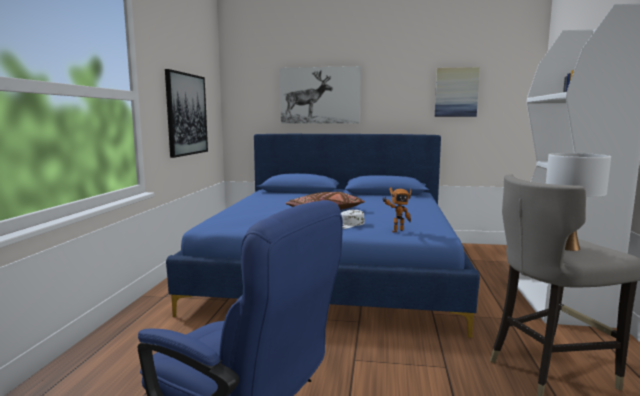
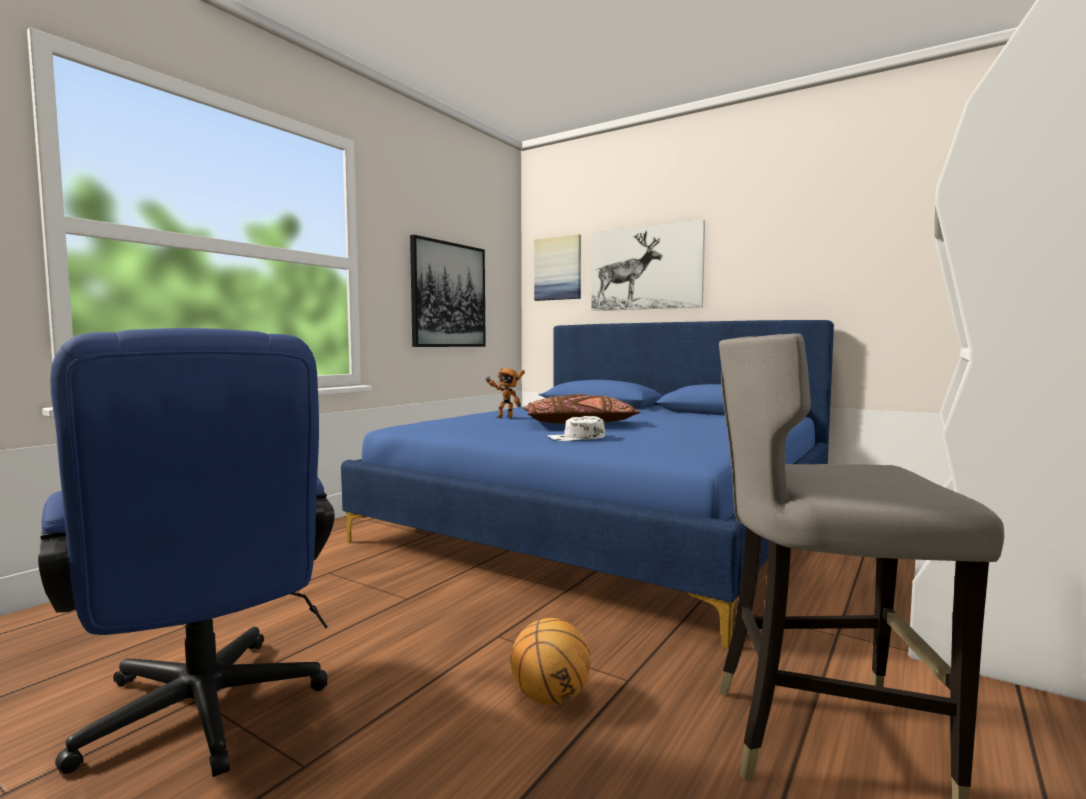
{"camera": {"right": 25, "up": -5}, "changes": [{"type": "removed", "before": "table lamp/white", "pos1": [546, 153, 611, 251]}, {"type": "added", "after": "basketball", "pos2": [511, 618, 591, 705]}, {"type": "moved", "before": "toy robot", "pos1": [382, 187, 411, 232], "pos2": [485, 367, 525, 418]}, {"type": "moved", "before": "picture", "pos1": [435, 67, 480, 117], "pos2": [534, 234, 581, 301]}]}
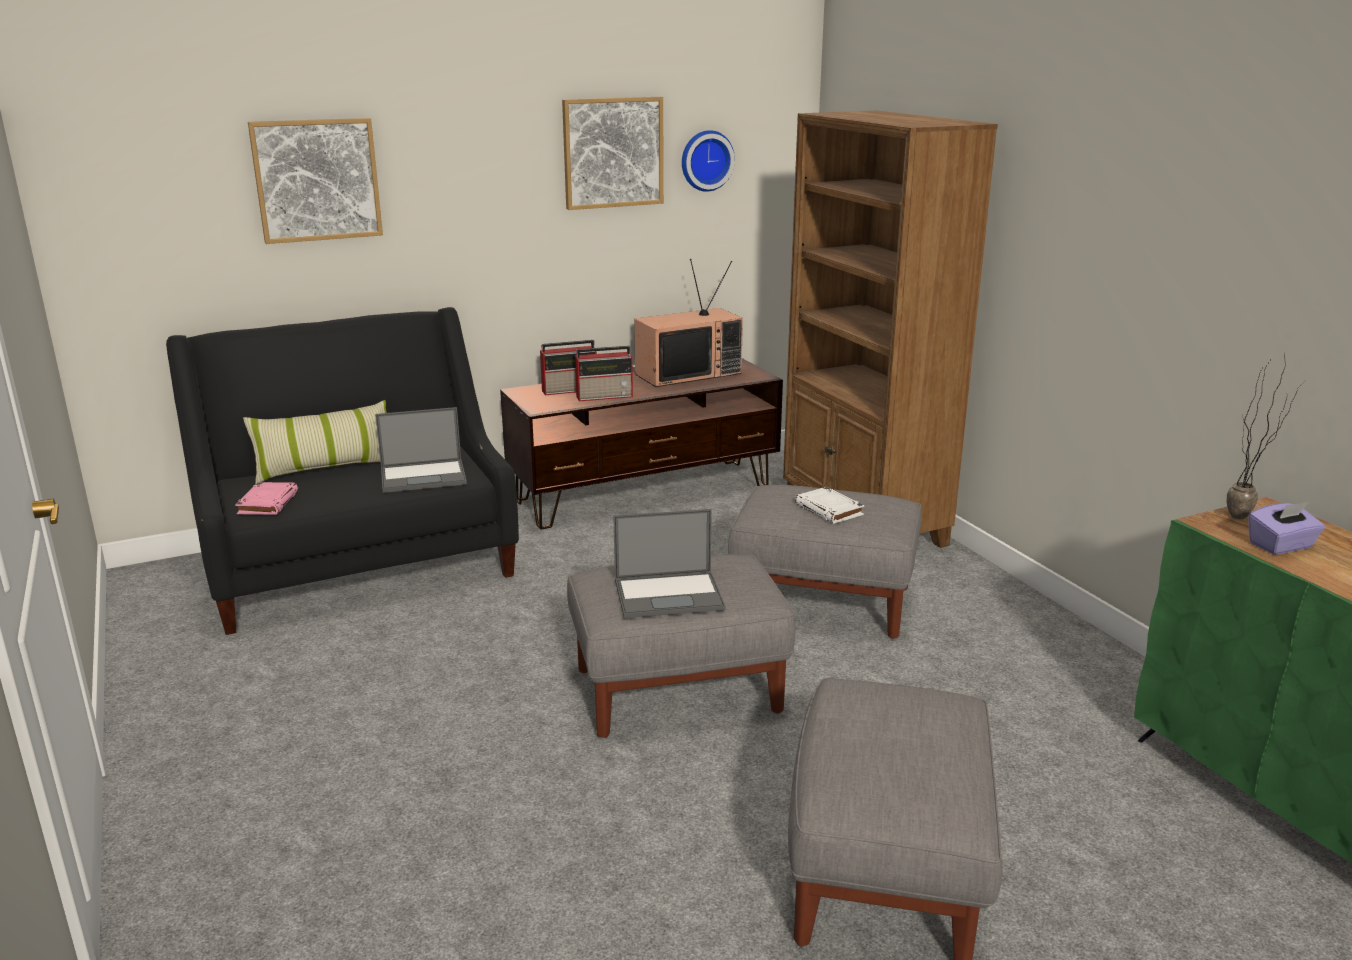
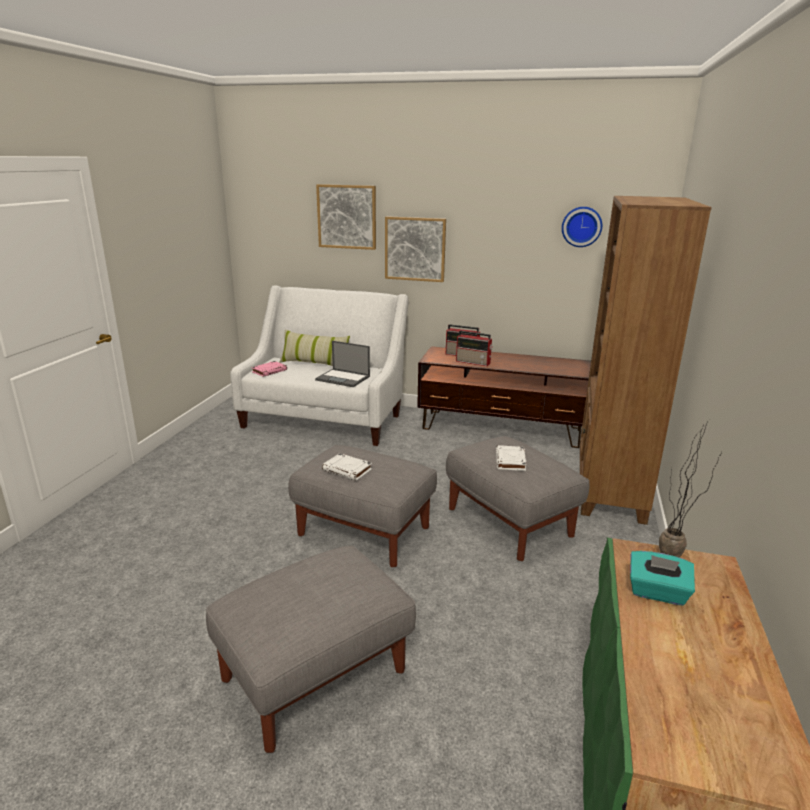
{"camera": {"right": 40, "up": 0}, "changes": [{"type": "removed", "before": "television", "pos1": [634, 259, 743, 387]}, {"type": "moved", "before": "picture", "pos1": [562, 97, 664, 210], "pos2": [385, 216, 446, 282]}, {"type": "replaced", "before": "laptop", "after": "book/white", "pos1": [613, 509, 726, 618], "pos2": [322, 453, 372, 481]}, {"type": "recoloured", "before": "sofa/black", "after": "sofa/white", "pos1": [166, 307, 519, 635], "pos2": [230, 285, 409, 446]}, {"type": "recoloured", "before": "tissue box/purple", "after": "tissue box/turquoise", "pos1": [1249, 502, 1325, 555], "pos2": [630, 551, 695, 606]}]}
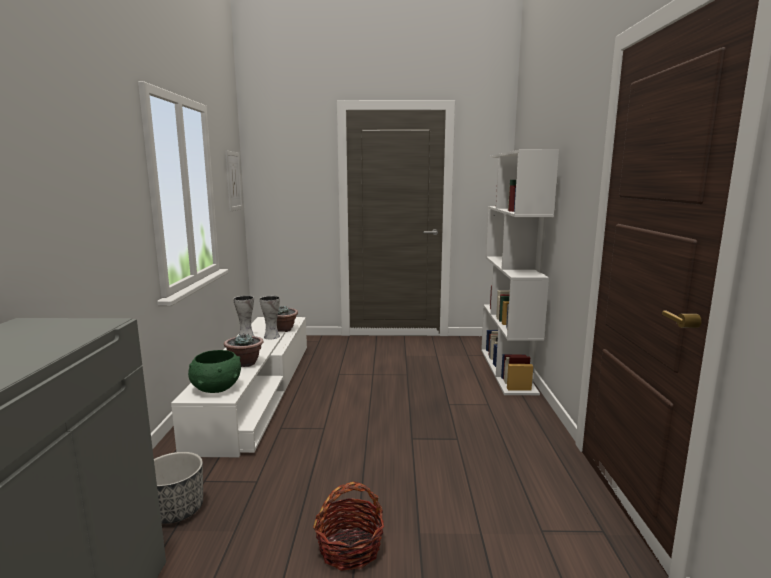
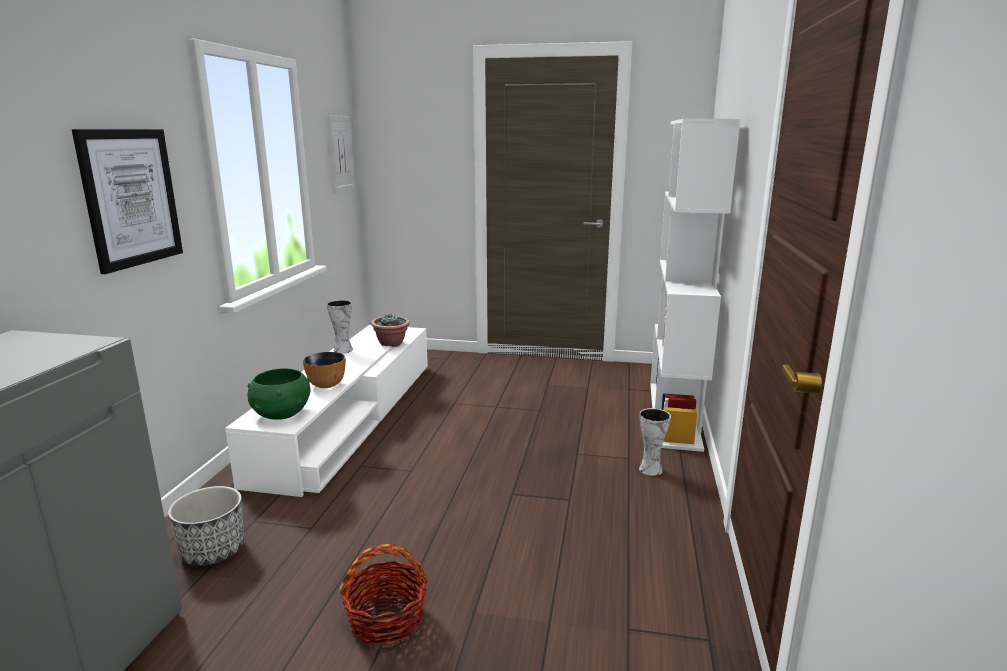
{"camera": {"right": 10, "up": 5}, "changes": [{"type": "added", "after": "picture", "pos2": [72, 129, 183, 274]}, {"type": "moved", "before": "vase", "pos1": [259, 296, 280, 339], "pos2": [639, 408, 671, 476]}, {"type": "replaced", "before": "potted plant", "after": "bowl", "pos1": [224, 333, 263, 367], "pos2": [303, 352, 346, 388]}]}
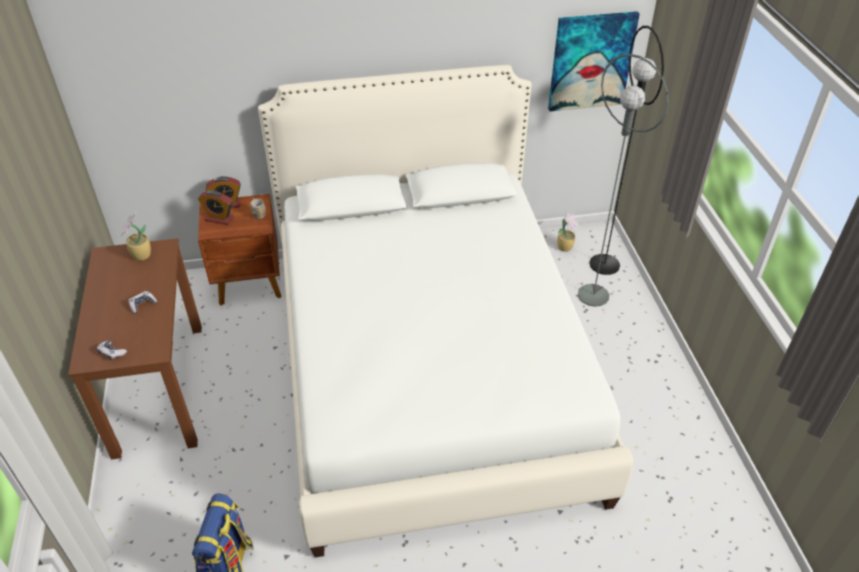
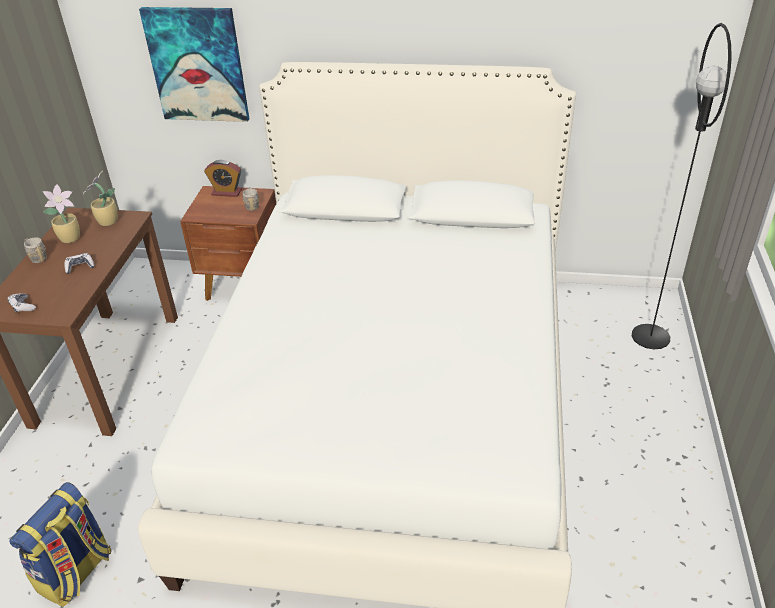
{"camera": {"right": 20, "up": -5}, "changes": [{"type": "removed", "before": "alarm clock", "pos1": [198, 190, 234, 225]}, {"type": "removed", "before": "floor lamp/grey", "pos1": [578, 54, 669, 307]}, {"type": "added", "after": "mug/grey", "pos2": [24, 237, 47, 263]}, {"type": "moved", "before": "picture", "pos1": [548, 11, 640, 111], "pos2": [139, 7, 249, 122]}, {"type": "moved", "before": "potted plant", "pos1": [557, 211, 578, 252], "pos2": [42, 184, 80, 243]}]}
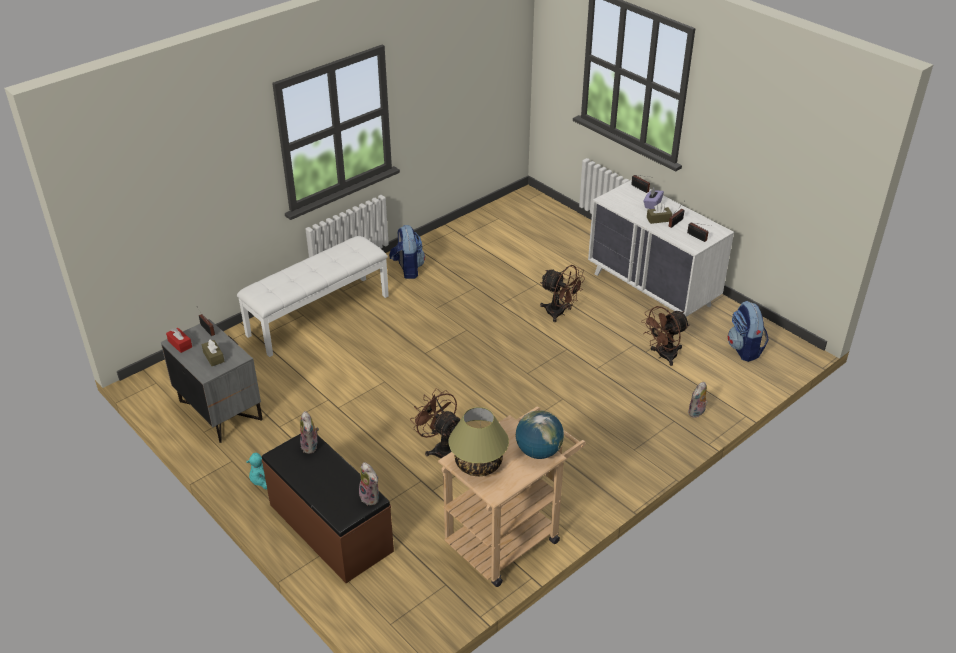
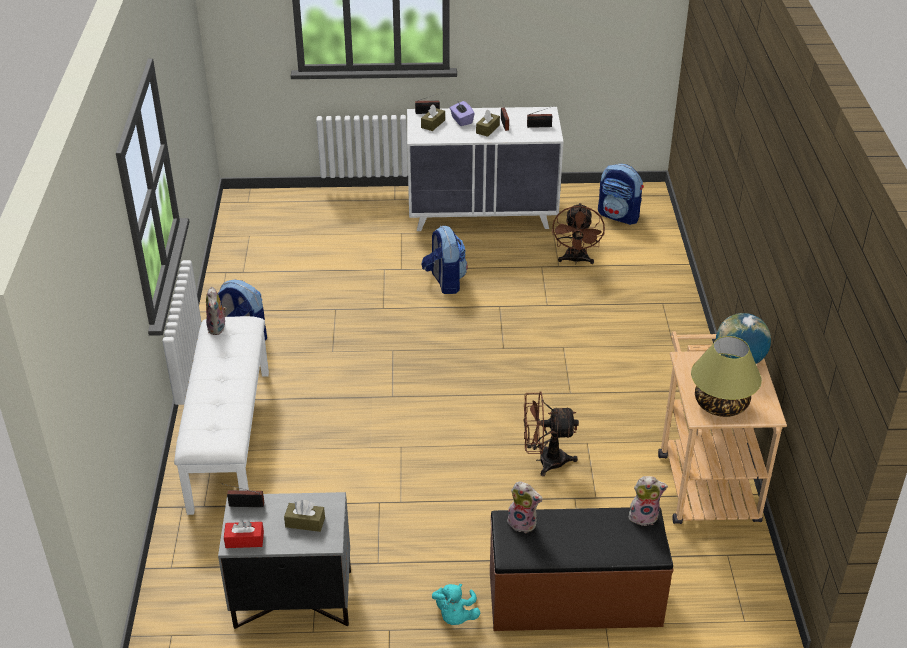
{"camera": {"right": -50, "up": 0}, "changes": [{"type": "added", "after": "tissue box/brown", "pos2": [421, 104, 445, 131]}, {"type": "moved", "before": "plush toy", "pos1": [688, 382, 708, 418], "pos2": [206, 287, 227, 335]}, {"type": "replaced", "before": "fan/brown", "after": "backpack", "pos1": [540, 265, 585, 322], "pos2": [421, 226, 468, 294]}]}
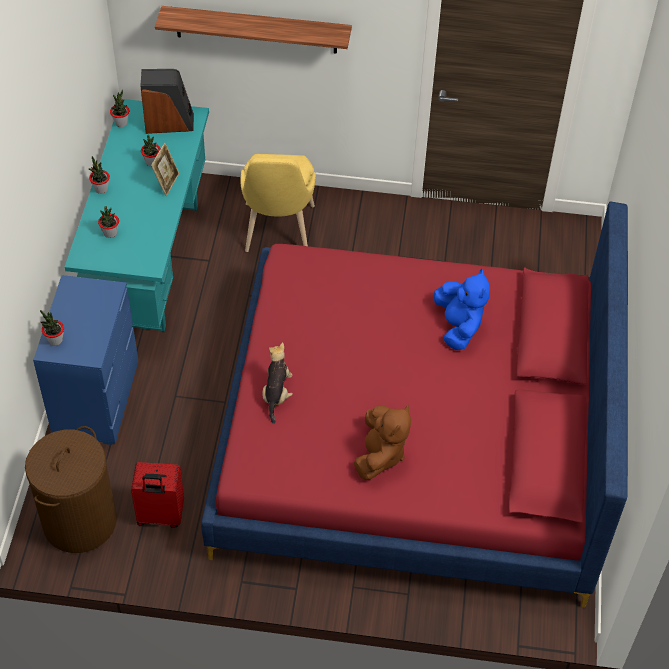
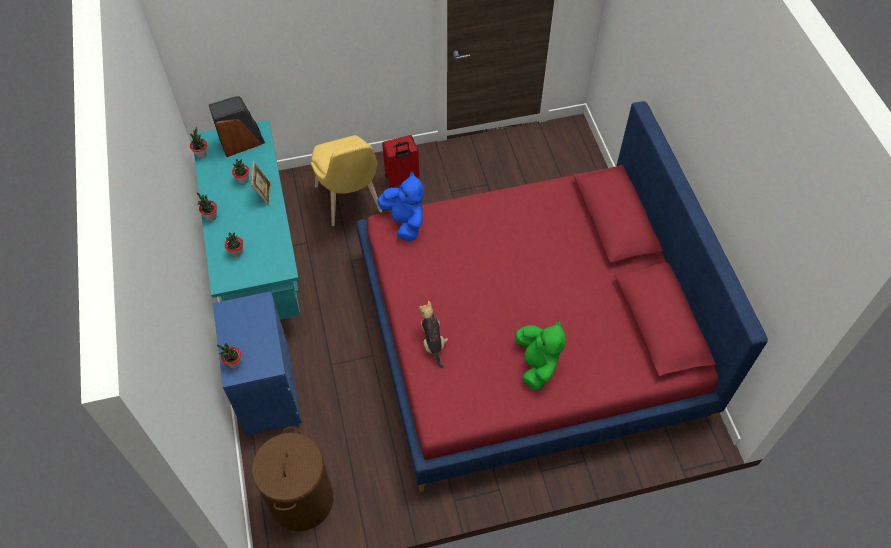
{"camera": {"right": -20, "up": 5}, "changes": [{"type": "removed", "before": "shelf", "pos1": [155, 6, 352, 54]}, {"type": "moved", "before": "suitcase/red", "pos1": [131, 462, 184, 528], "pos2": [382, 135, 420, 188]}, {"type": "moved", "before": "plush toy/blue", "pos1": [434, 269, 490, 350], "pos2": [377, 172, 424, 241]}, {"type": "recoloured", "before": "plush toy/brown", "after": "plush toy/green", "pos1": [354, 405, 411, 480], "pos2": [515, 320, 566, 390]}]}
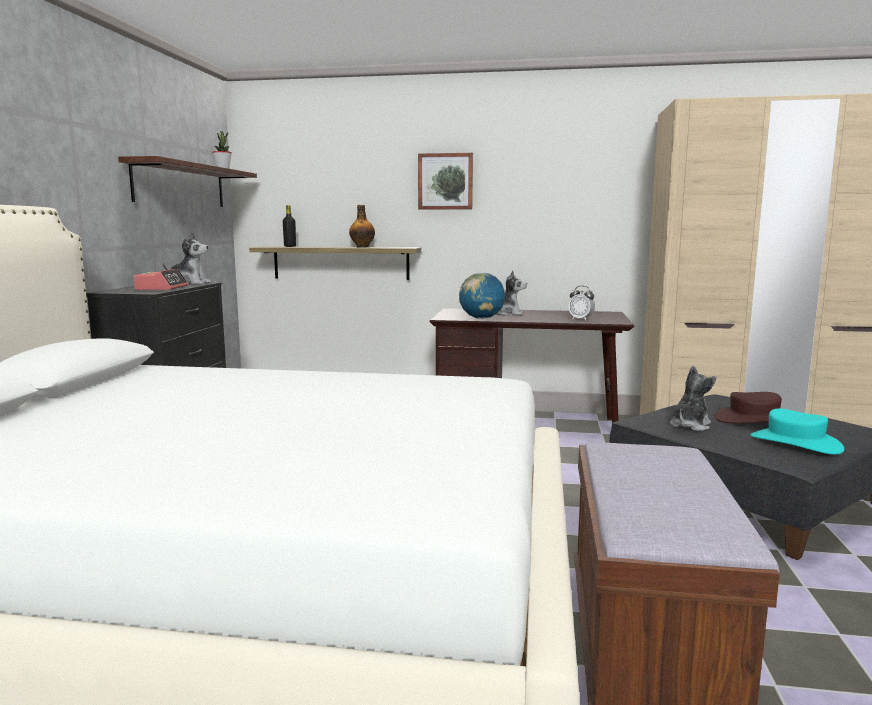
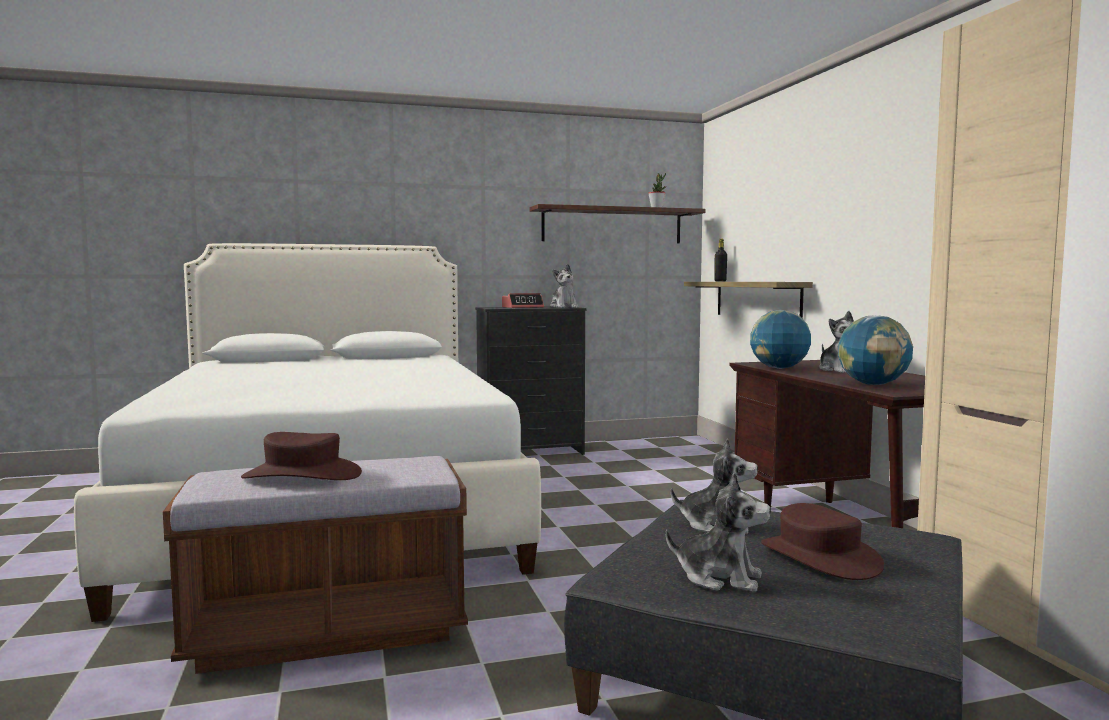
{"camera": {"right": 65, "up": -5}, "changes": [{"type": "removed", "before": "bottle", "pos1": [349, 205, 375, 247]}, {"type": "removed", "before": "picture", "pos1": [418, 153, 473, 210]}, {"type": "added", "after": "hat/brown", "pos2": [241, 432, 362, 480]}, {"type": "replaced", "before": "alarm clock", "after": "globe", "pos1": [568, 286, 595, 321], "pos2": [838, 315, 913, 385]}, {"type": "replaced", "before": "hat/turquoise", "after": "plush toy", "pos1": [751, 408, 844, 454], "pos2": [666, 472, 771, 592]}]}
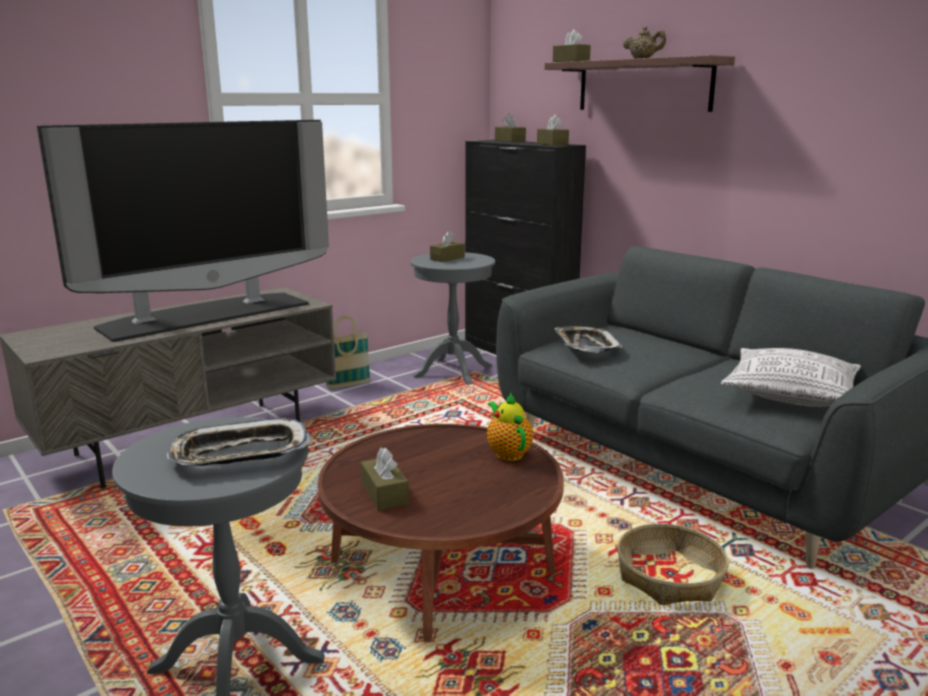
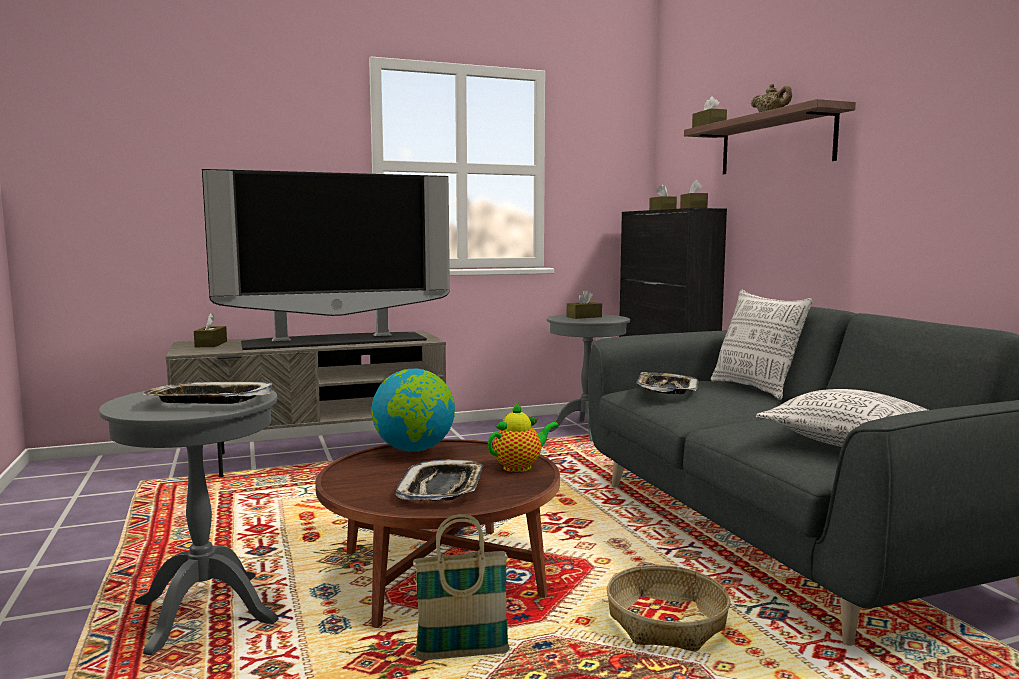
{"camera": {"right": 20, "up": -10}, "changes": [{"type": "added", "after": "globe", "pos2": [371, 369, 455, 452]}, {"type": "added", "after": "tray", "pos2": [396, 459, 484, 501]}, {"type": "added", "after": "pillow", "pos2": [711, 290, 813, 400]}, {"type": "moved", "before": "basket", "pos1": [326, 316, 371, 389], "pos2": [413, 514, 510, 660]}, {"type": "moved", "before": "tissue box/brown", "pos1": [361, 448, 409, 511], "pos2": [194, 313, 227, 347]}, {"type": "turned", "before": "teapot", "pos1": [487, 392, 533, 461], "pos2": [488, 402, 559, 472], "turn": 60}]}
